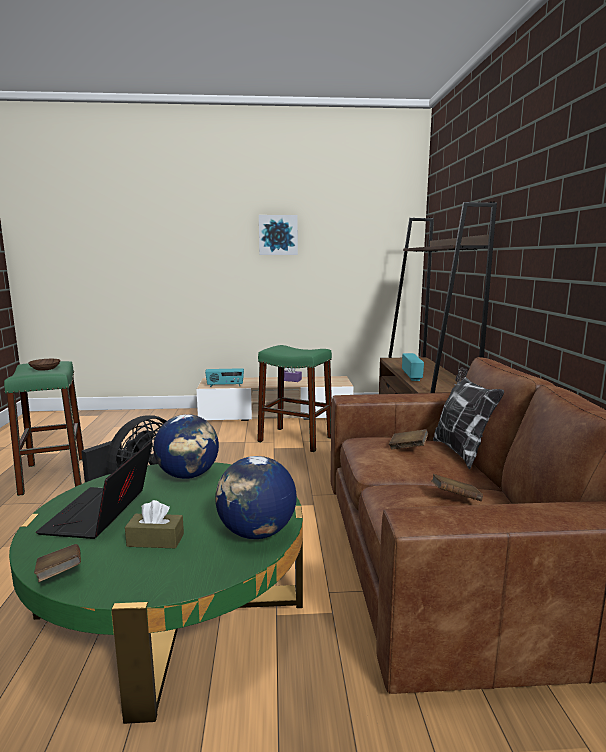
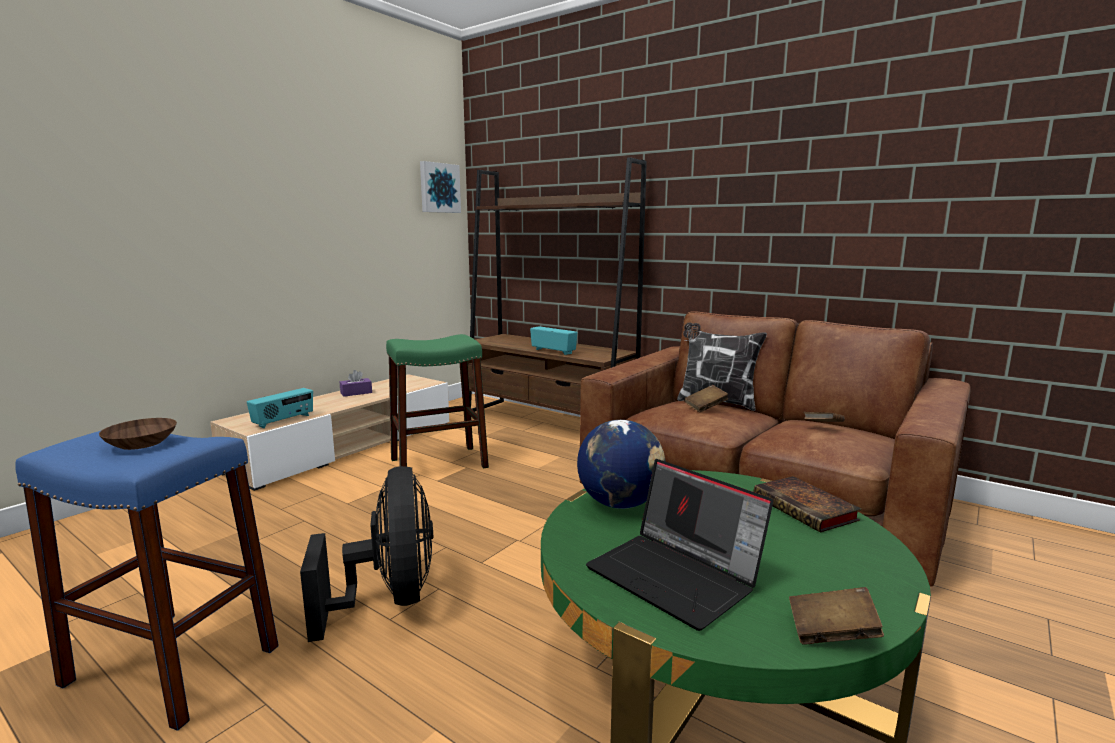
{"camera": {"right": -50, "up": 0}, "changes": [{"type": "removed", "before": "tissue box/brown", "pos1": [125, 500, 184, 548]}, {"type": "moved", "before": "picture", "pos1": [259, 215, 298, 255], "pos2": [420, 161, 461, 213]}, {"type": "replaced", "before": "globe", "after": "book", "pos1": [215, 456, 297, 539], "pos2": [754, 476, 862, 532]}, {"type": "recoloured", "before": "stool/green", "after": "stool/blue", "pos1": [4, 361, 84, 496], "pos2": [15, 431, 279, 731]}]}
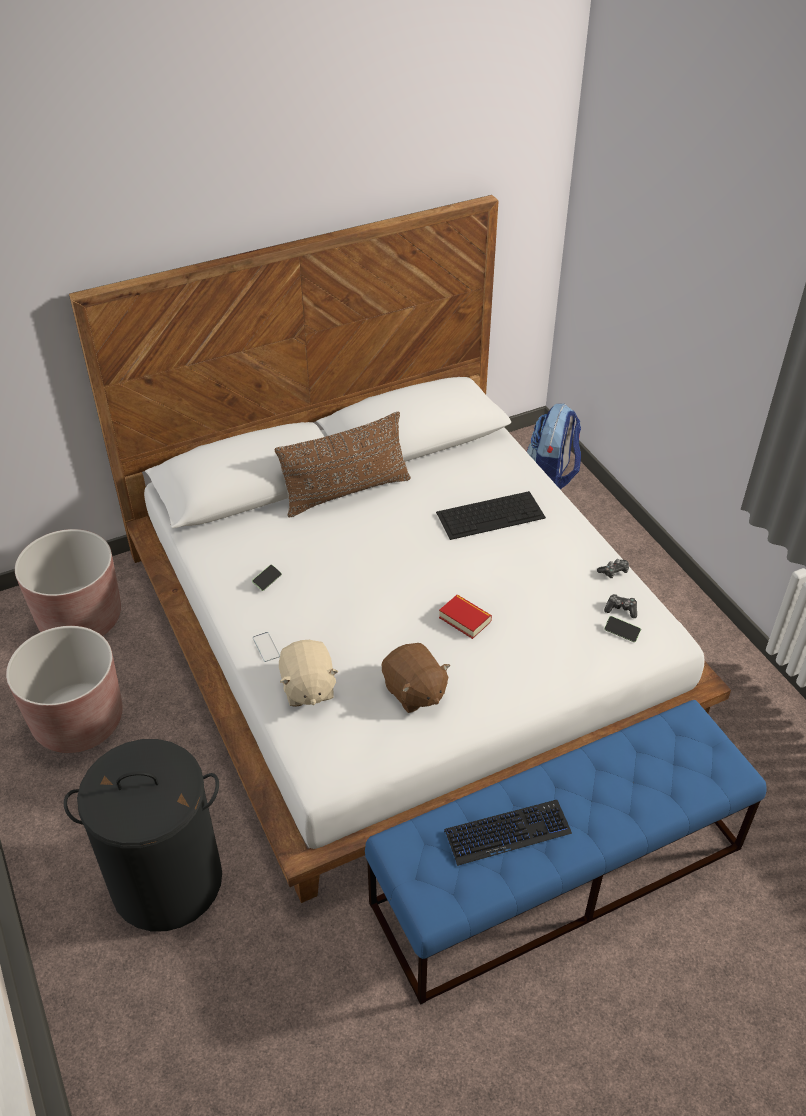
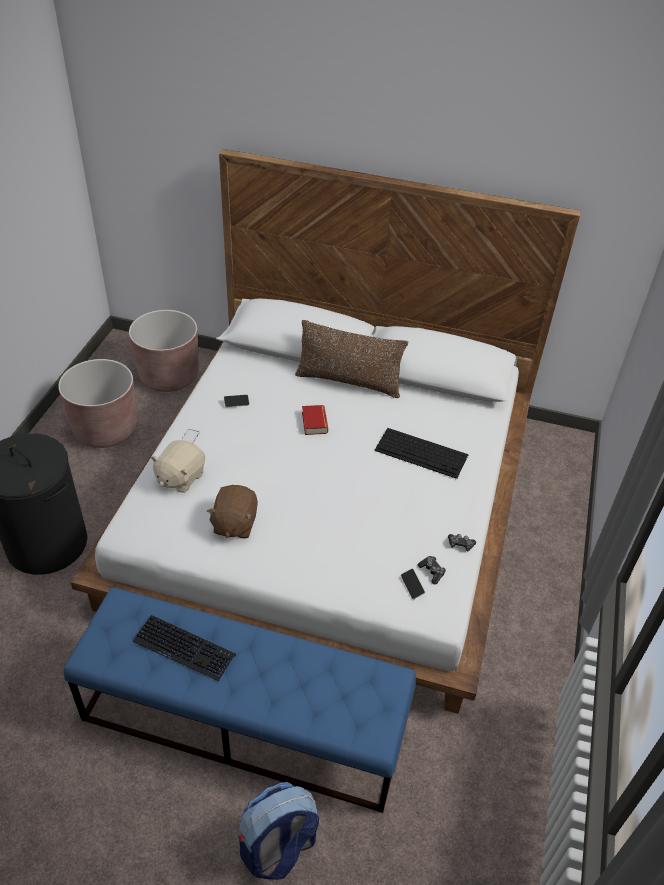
{"camera": {"right": 40, "up": 0}, "changes": [{"type": "moved", "before": "book", "pos1": [439, 595, 492, 639], "pos2": [302, 405, 328, 435]}, {"type": "moved", "before": "backpack", "pos1": [526, 404, 581, 489], "pos2": [238, 782, 319, 880]}]}
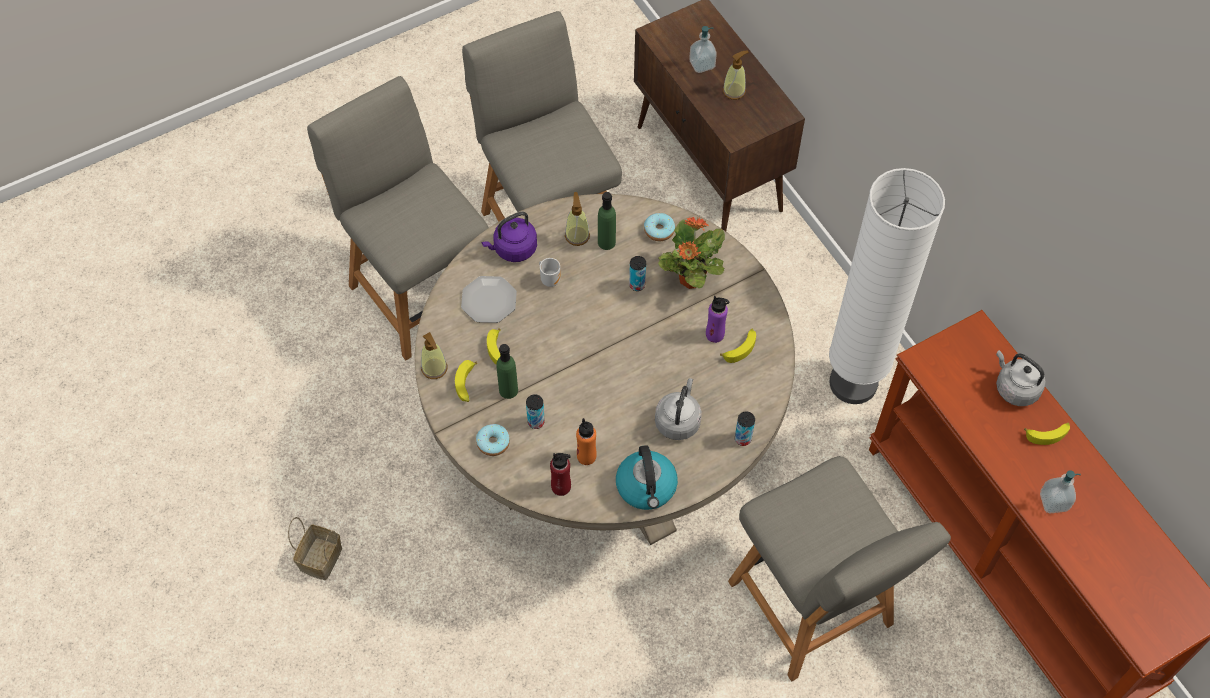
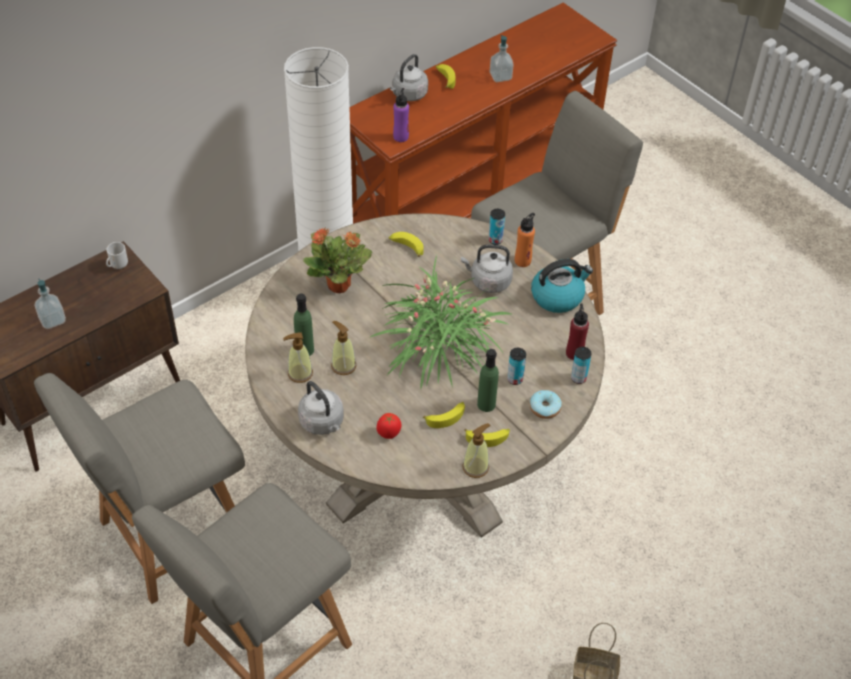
{"camera": {"right": -100, "up": -10}, "changes": [{"type": "removed", "before": "donut", "pos1": [644, 213, 675, 241]}, {"type": "added", "after": "potted plant", "pos2": [369, 255, 512, 390]}, {"type": "moved", "before": "mug", "pos1": [539, 258, 560, 287], "pos2": [106, 242, 128, 269]}, {"type": "moved", "before": "bottle/orange", "pos1": [576, 418, 597, 465], "pos2": [515, 213, 535, 267]}, {"type": "moved", "before": "can", "pos1": [629, 256, 646, 291], "pos2": [571, 347, 592, 384]}, {"type": "moved", "before": "bottle/purple", "pos1": [706, 296, 729, 343], "pos2": [393, 88, 409, 142]}, {"type": "moved", "before": "soap dispenser", "pos1": [723, 51, 749, 100], "pos2": [331, 321, 357, 375]}, {"type": "replaced", "before": "plate", "after": "tomato", "pos1": [461, 276, 517, 323], "pos2": [376, 413, 401, 439]}, {"type": "recoloured", "before": "kettle/purple", "after": "kettle/grey", "pos1": [482, 211, 537, 262], "pos2": [298, 381, 344, 435]}]}
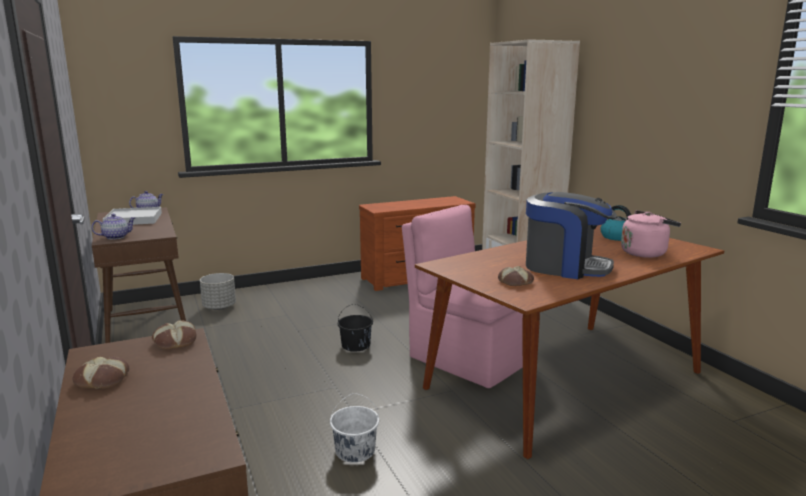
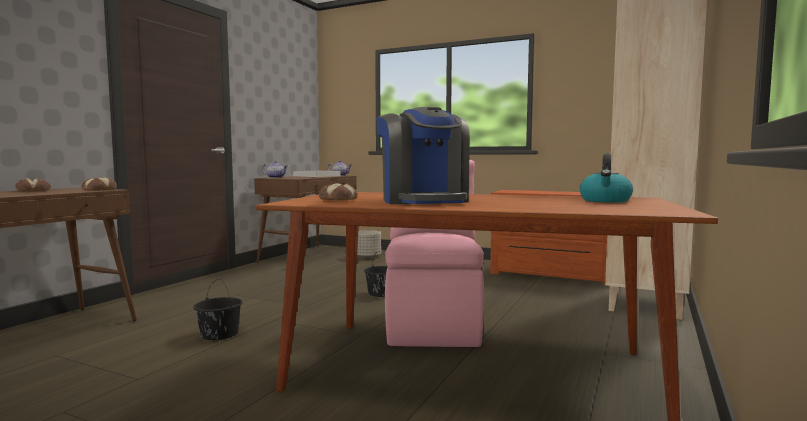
{"camera": {"right": 50, "up": -10}, "changes": [{"type": "removed", "before": "kettle/pink", "pos1": [621, 210, 681, 258]}, {"type": "recoloured", "before": "bucket/white", "after": "bucket/black", "pos1": [330, 393, 379, 462], "pos2": [193, 279, 242, 340]}]}
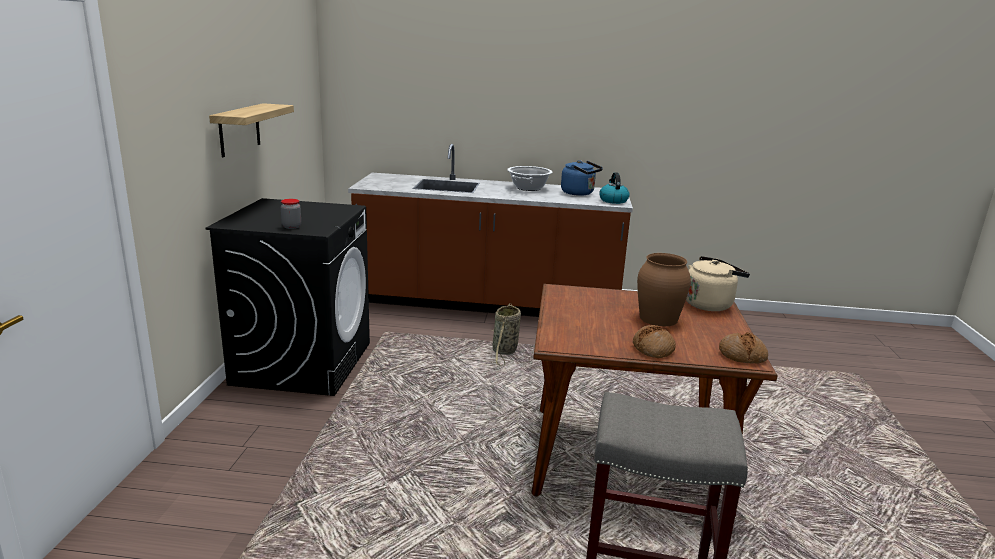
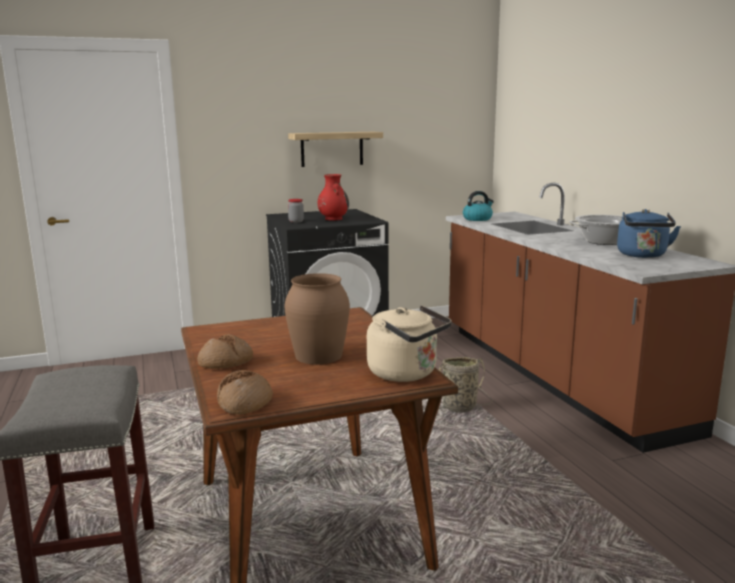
{"camera": {"right": 65, "up": -5}, "changes": [{"type": "added", "after": "vase/red", "pos2": [318, 174, 349, 221]}, {"type": "moved", "before": "kettle", "pos1": [599, 173, 630, 204], "pos2": [463, 191, 494, 221]}]}
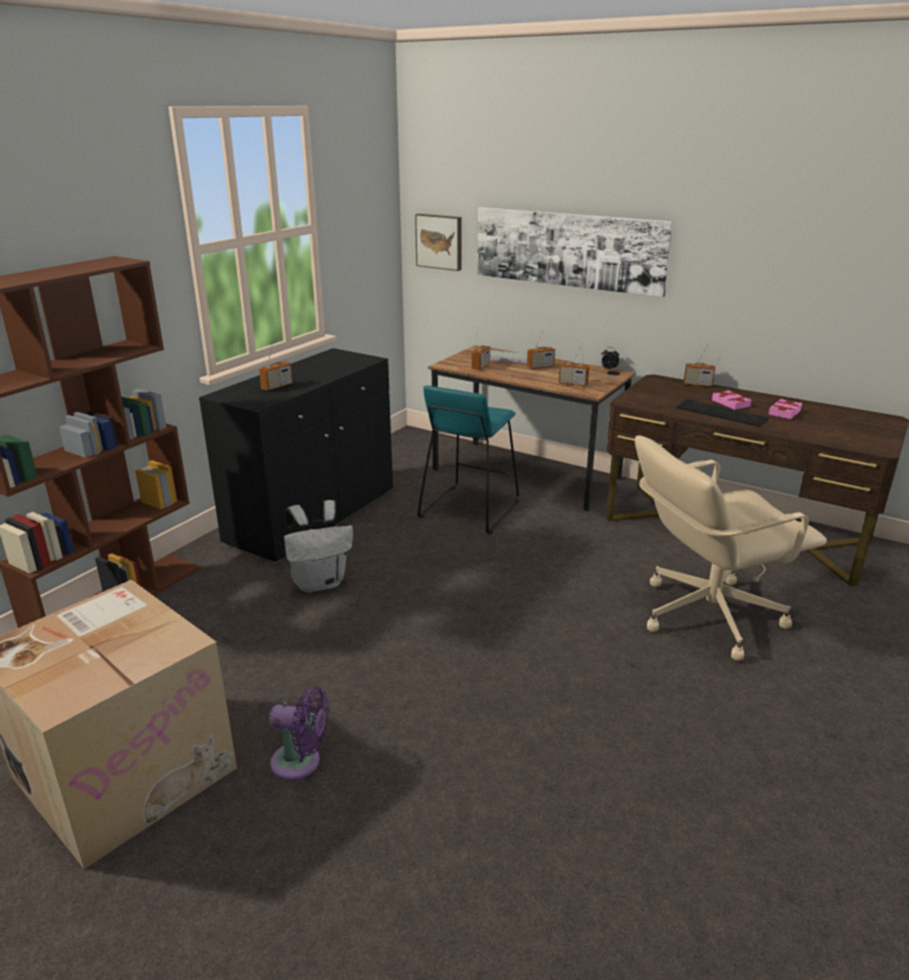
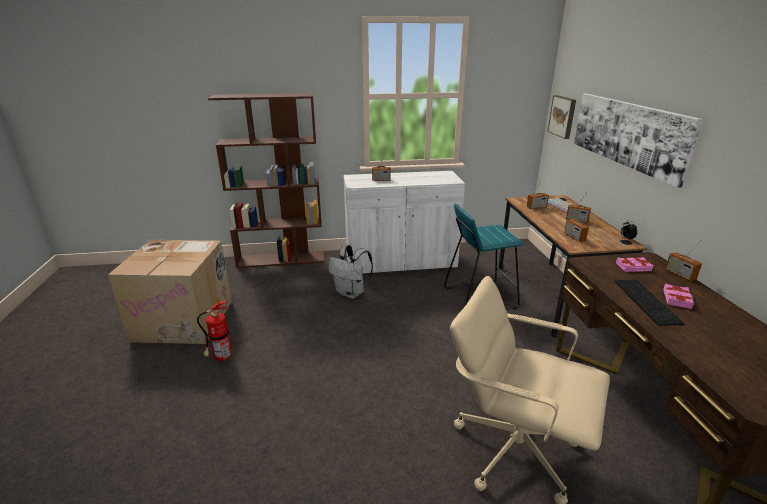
{"camera": {"right": 50, "up": 0}, "changes": [{"type": "moved", "before": "book/pink", "pos1": [769, 399, 802, 419], "pos2": [616, 257, 654, 272]}, {"type": "replaced", "before": "fan/purple", "after": "fire extinguisher", "pos1": [269, 686, 329, 781], "pos2": [197, 298, 232, 361]}, {"type": "recoloured", "before": "cabinet/black", "after": "cabinet/white", "pos1": [199, 348, 393, 564], "pos2": [344, 171, 465, 273]}]}
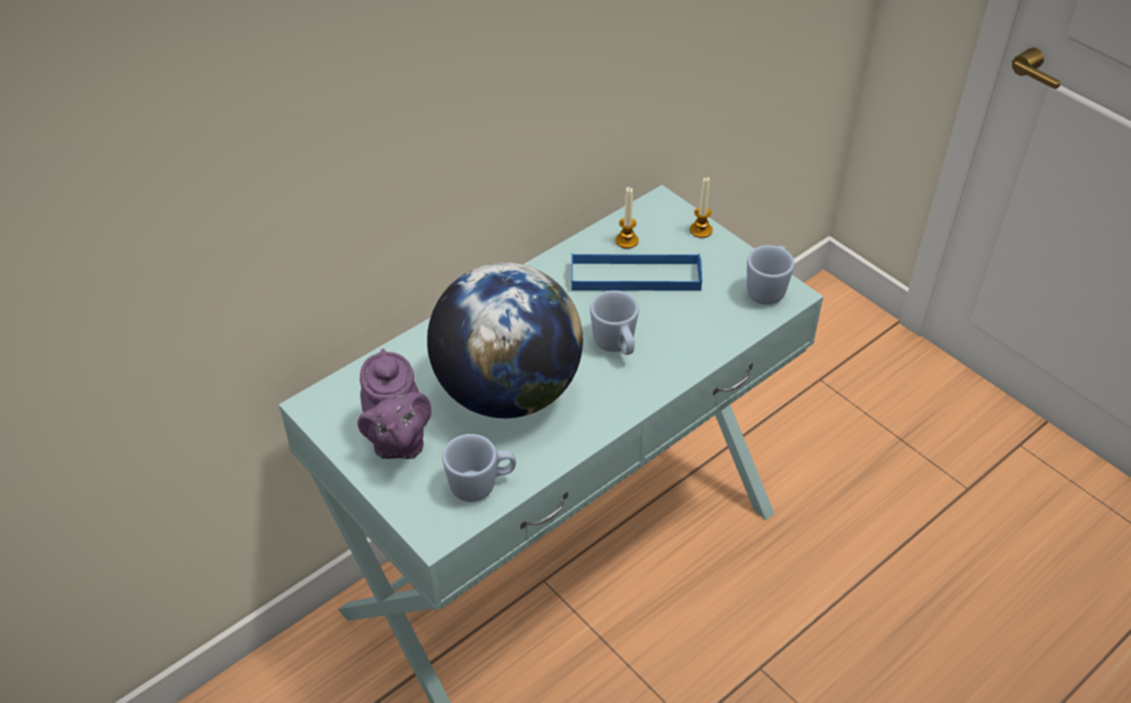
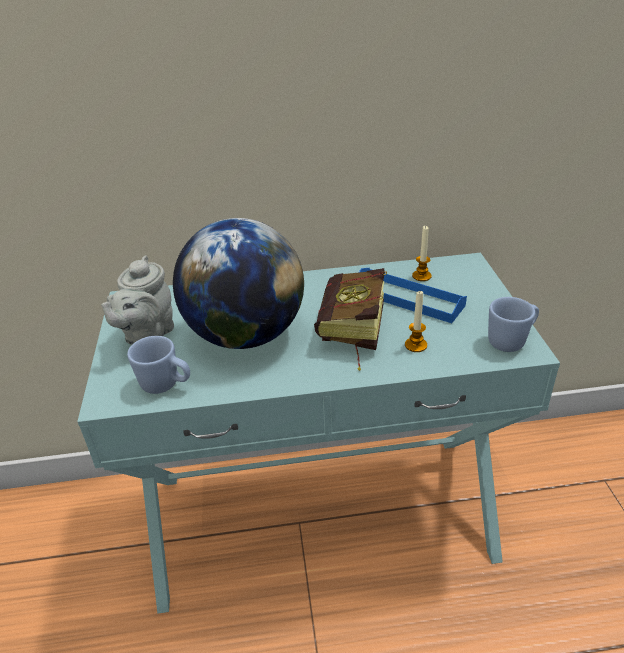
{"camera": {"right": 35, "up": -10}, "changes": [{"type": "moved", "before": "candle", "pos1": [690, 177, 713, 238], "pos2": [405, 291, 427, 352]}, {"type": "replaced", "before": "mug/blue", "after": "book", "pos1": [590, 290, 639, 355], "pos2": [314, 268, 387, 371]}, {"type": "recoloured", "before": "teapot/purple", "after": "teapot/grey", "pos1": [357, 349, 431, 459], "pos2": [101, 255, 174, 345]}]}
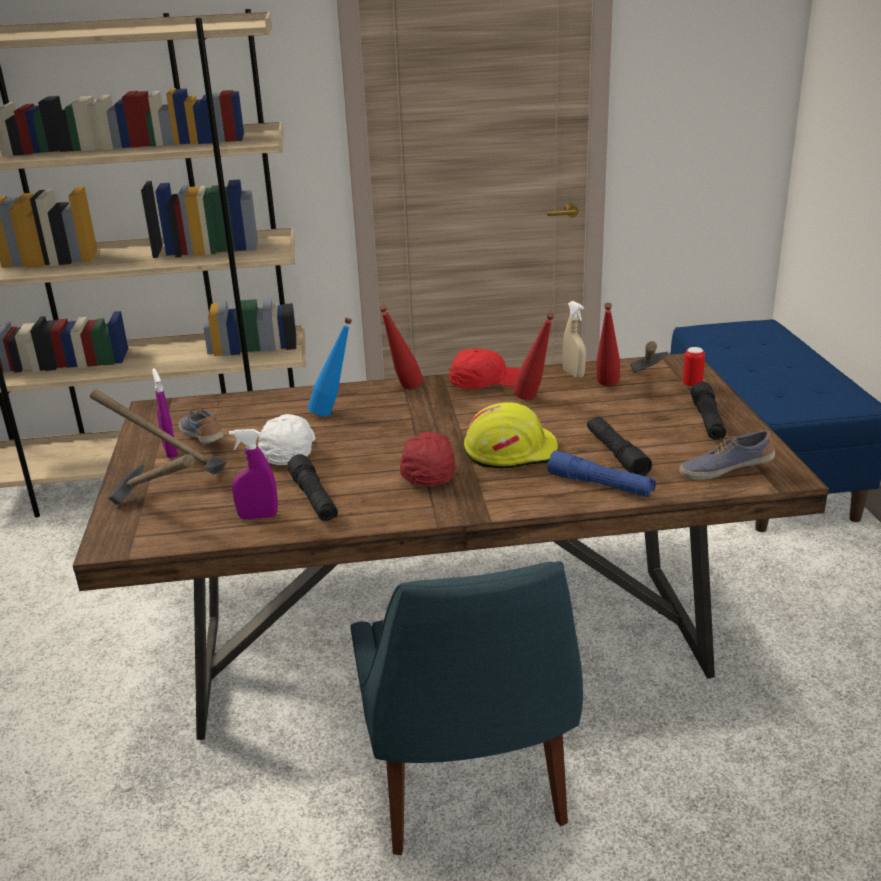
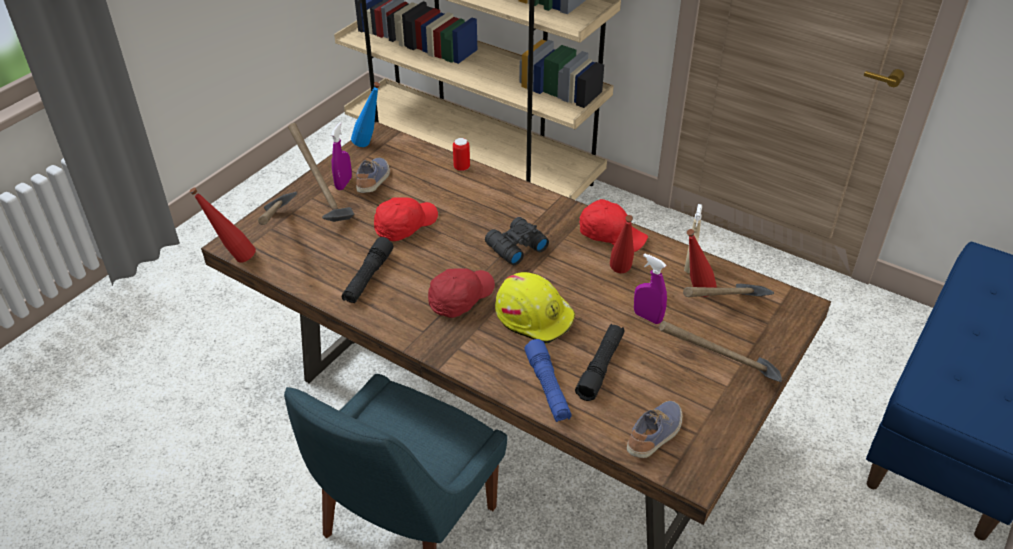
{"camera": {"right": 40, "up": 15}, "changes": [{"type": "added", "after": "binoculars/black", "pos2": [485, 217, 549, 265]}, {"type": "moved", "before": "spray bottle/purple", "pos1": [229, 429, 278, 519], "pos2": [634, 254, 667, 324]}, {"type": "moved", "before": "bottle/blue", "pos1": [307, 318, 352, 416], "pos2": [351, 82, 380, 147]}, {"type": "moved", "before": "bottle/red", "pos1": [379, 305, 423, 389], "pos2": [190, 187, 256, 263]}, {"type": "moved", "before": "can", "pos1": [683, 347, 705, 388], "pos2": [453, 138, 470, 171]}, {"type": "replaced", "before": "flashlight/black", "after": "hammer", "pos1": [691, 382, 726, 440], "pos2": [659, 321, 782, 382]}, {"type": "recoloured", "before": "cap/white", "after": "cap/red", "pos1": [258, 414, 316, 465], "pos2": [374, 197, 438, 241]}, {"type": "turned", "before": "shoe", "pos1": [679, 430, 775, 480], "pos2": [627, 401, 682, 458], "turn": 90}]}
